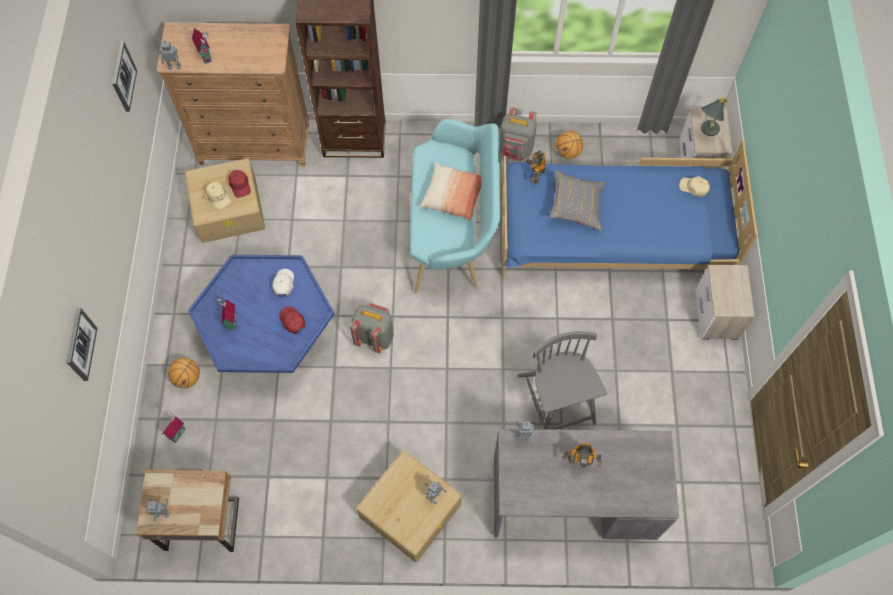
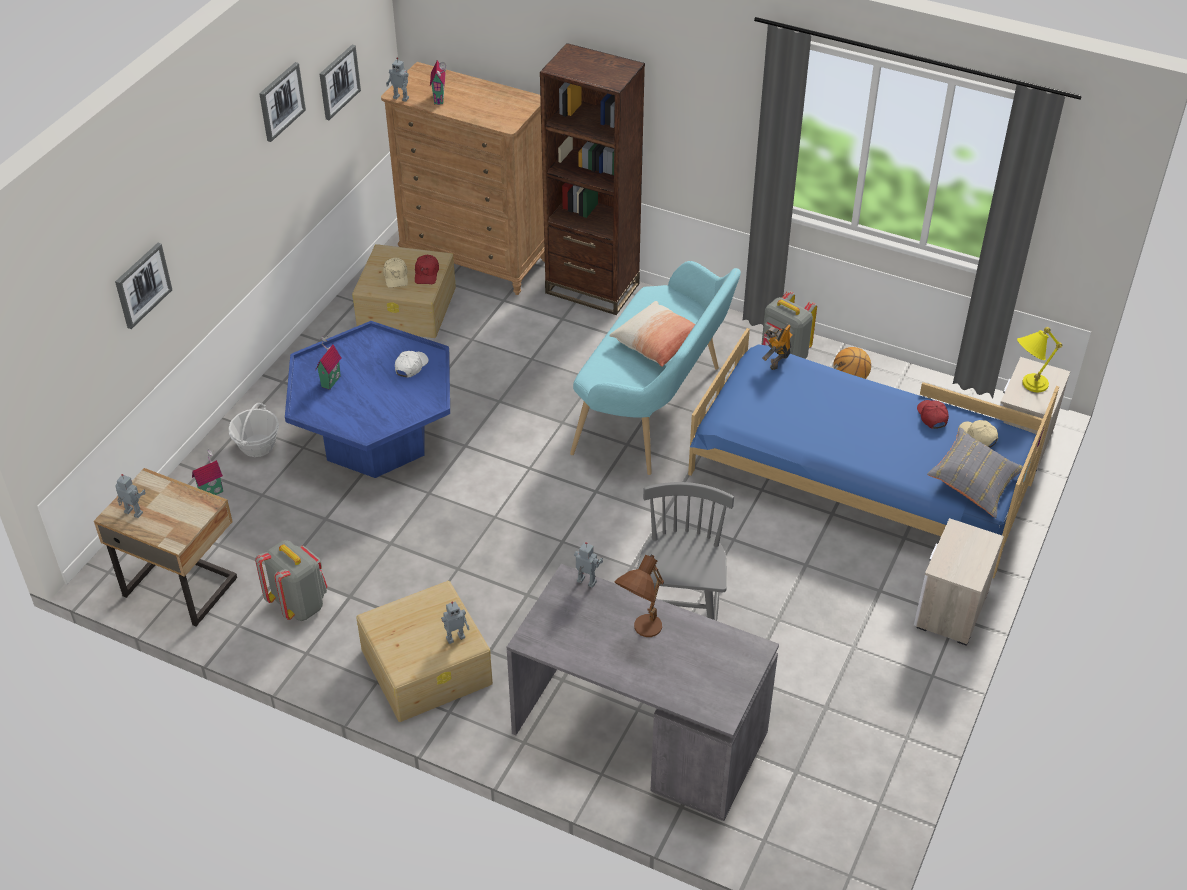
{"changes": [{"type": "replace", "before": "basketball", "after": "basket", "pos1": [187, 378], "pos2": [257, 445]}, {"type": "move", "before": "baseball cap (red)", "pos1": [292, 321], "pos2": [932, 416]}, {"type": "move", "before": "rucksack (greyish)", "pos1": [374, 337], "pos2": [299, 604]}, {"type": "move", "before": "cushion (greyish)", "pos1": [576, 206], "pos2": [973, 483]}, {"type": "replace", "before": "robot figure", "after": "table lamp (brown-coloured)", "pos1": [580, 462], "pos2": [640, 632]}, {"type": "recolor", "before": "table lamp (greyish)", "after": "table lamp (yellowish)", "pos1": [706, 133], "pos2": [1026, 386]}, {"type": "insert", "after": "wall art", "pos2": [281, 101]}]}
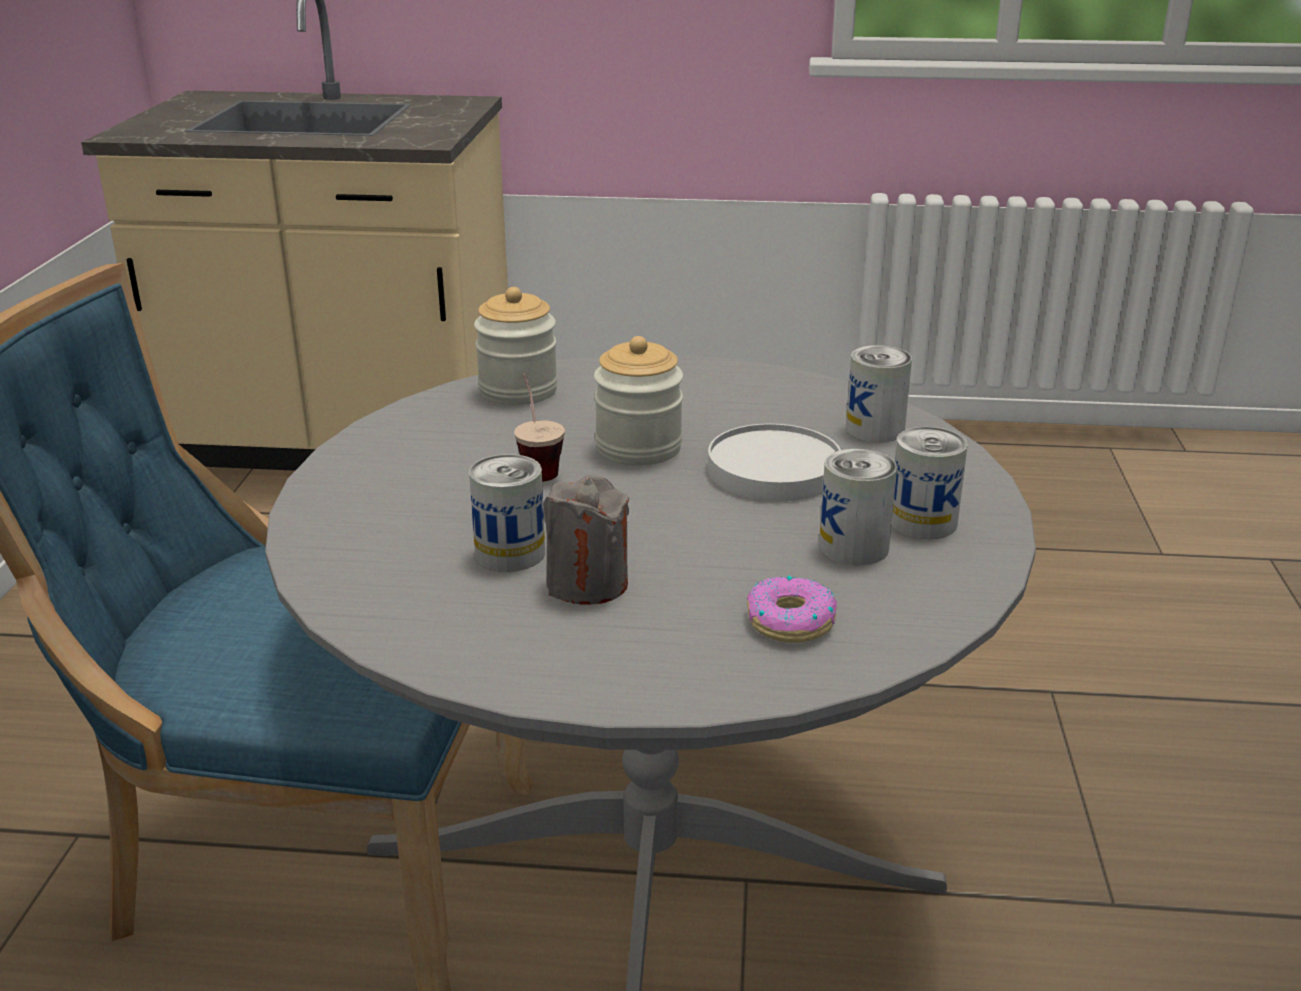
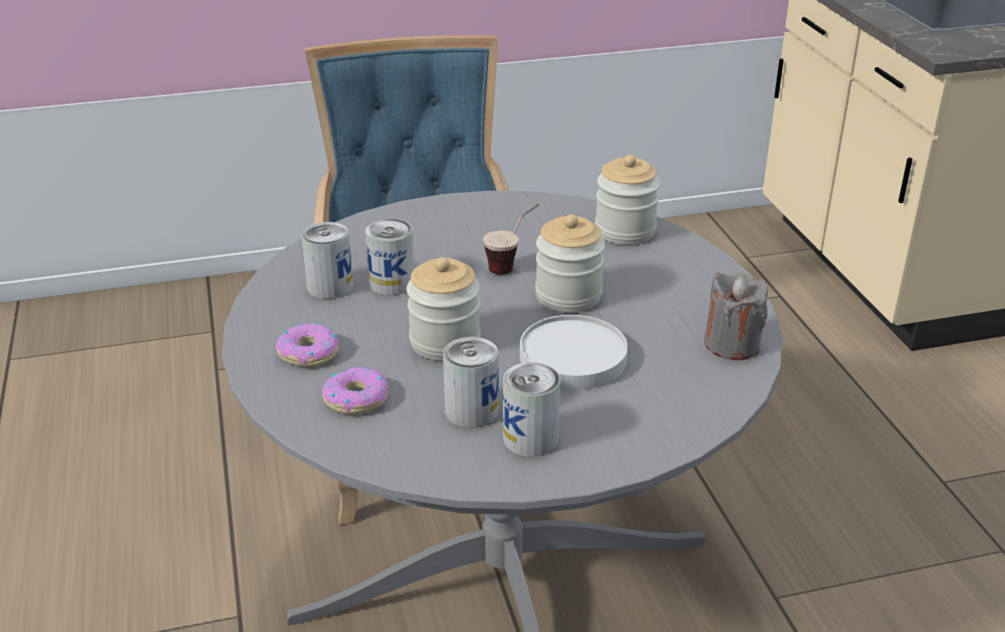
{"changes": [{"type": "move", "before": "wax light (greyish)", "pos1": [587, 584], "pos2": [731, 344]}, {"type": "move", "before": "metal can", "pos1": [875, 429], "pos2": [330, 286]}, {"type": "insert", "after": "ring doughnut", "pos2": [308, 353]}, {"type": "insert", "after": "preserve jar", "pos2": [445, 342]}]}
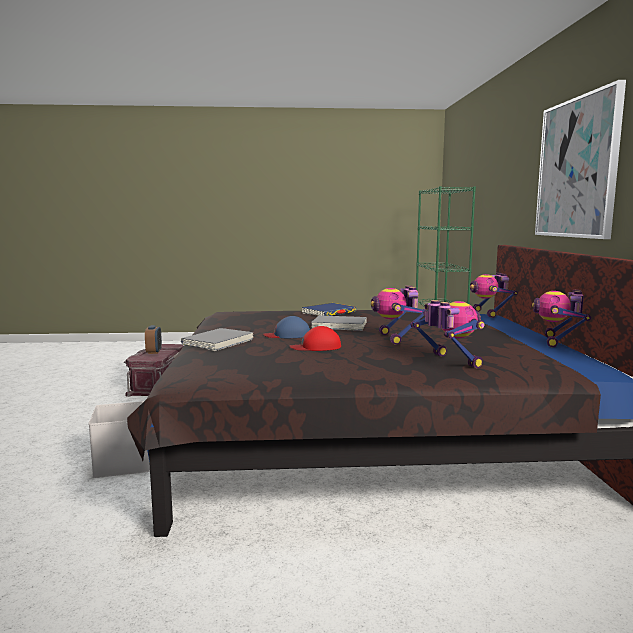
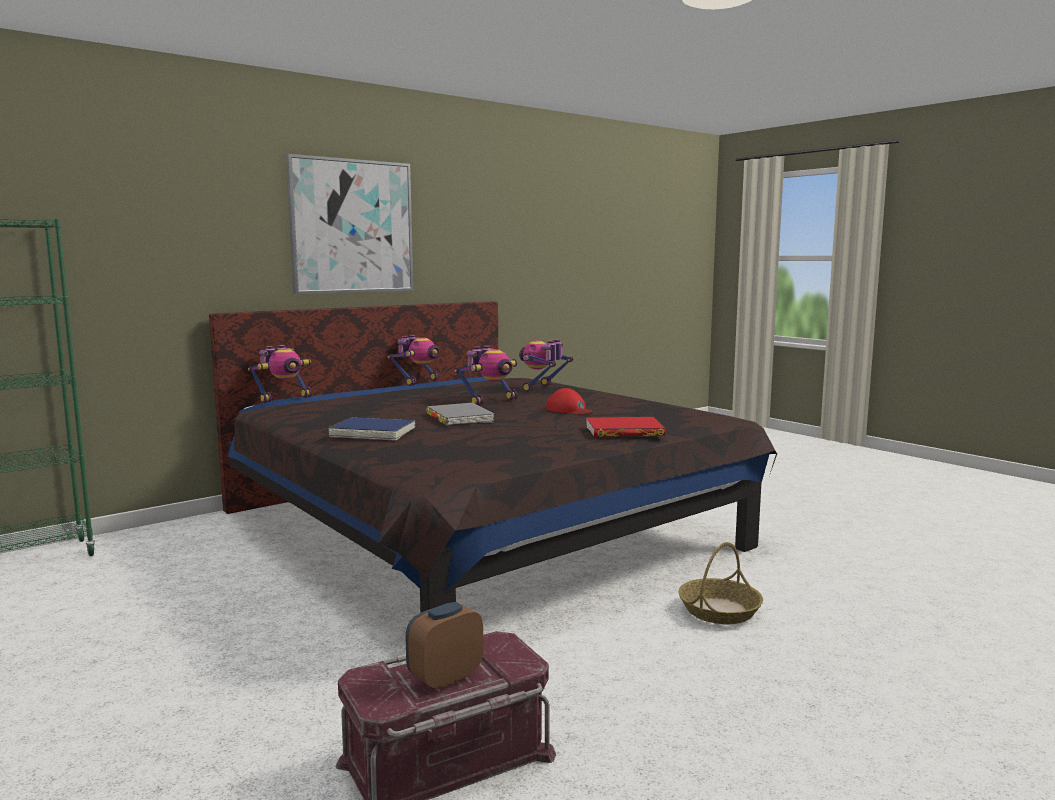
{"changes": [{"type": "replace", "before": "storage bin (white-coloured)", "after": "basket", "pos1": [123, 462], "pos2": [719, 611]}, {"type": "recolor", "before": "book (greyish)", "after": "book (red)", "pos1": [218, 342], "pos2": [624, 431]}, {"type": "delete", "before": "baseball cap (bluish)", "pos1": [288, 335]}, {"type": "rotate", "before": "robot figure", "pos1": [558, 342], "pos2": [418, 382], "turn": -45}]}
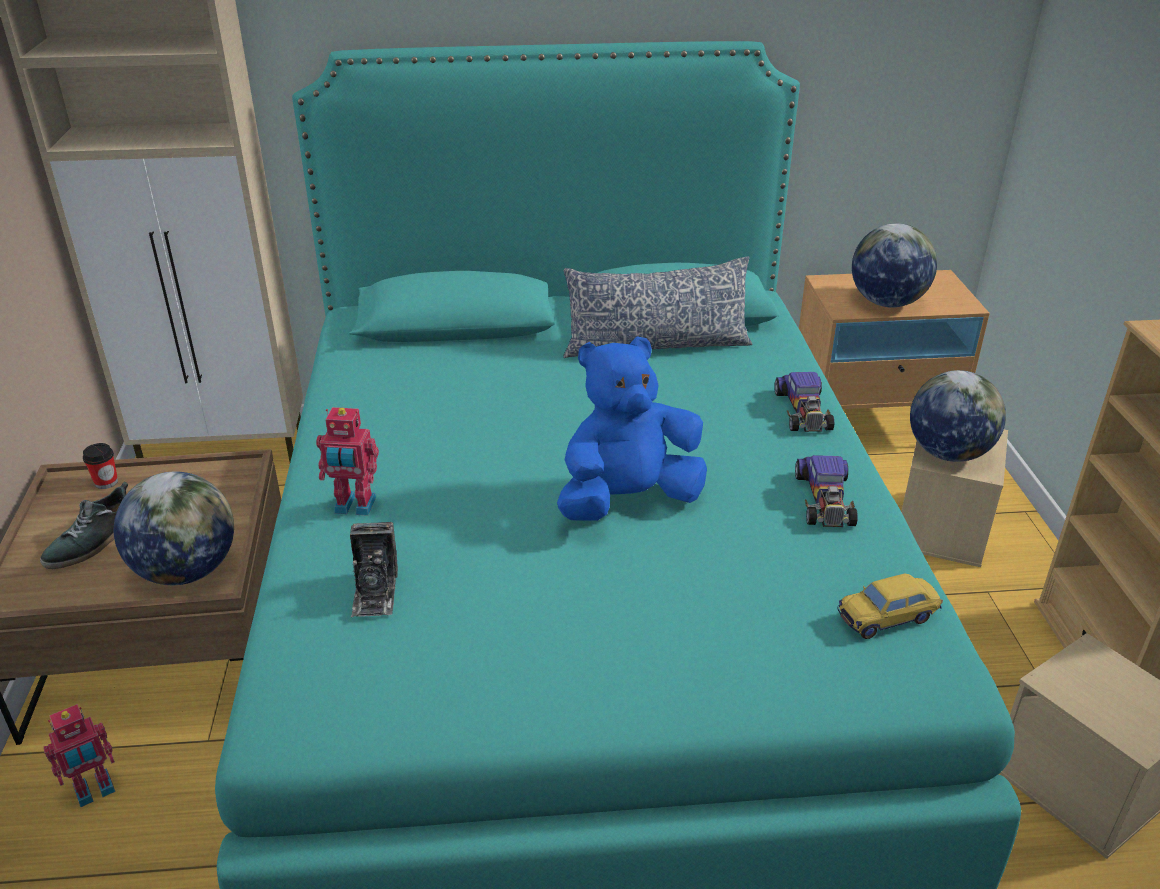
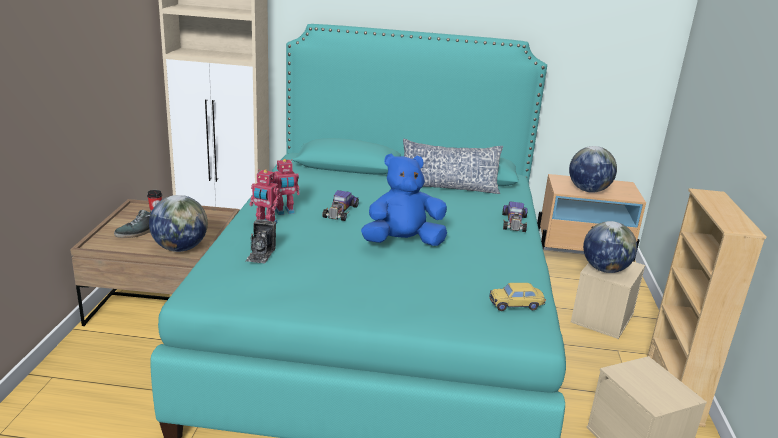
{"changes": [{"type": "move", "before": "robot figure", "pos1": [95, 791], "pos2": [285, 212]}, {"type": "move", "before": "miniature car", "pos1": [825, 499], "pos2": [340, 211]}]}
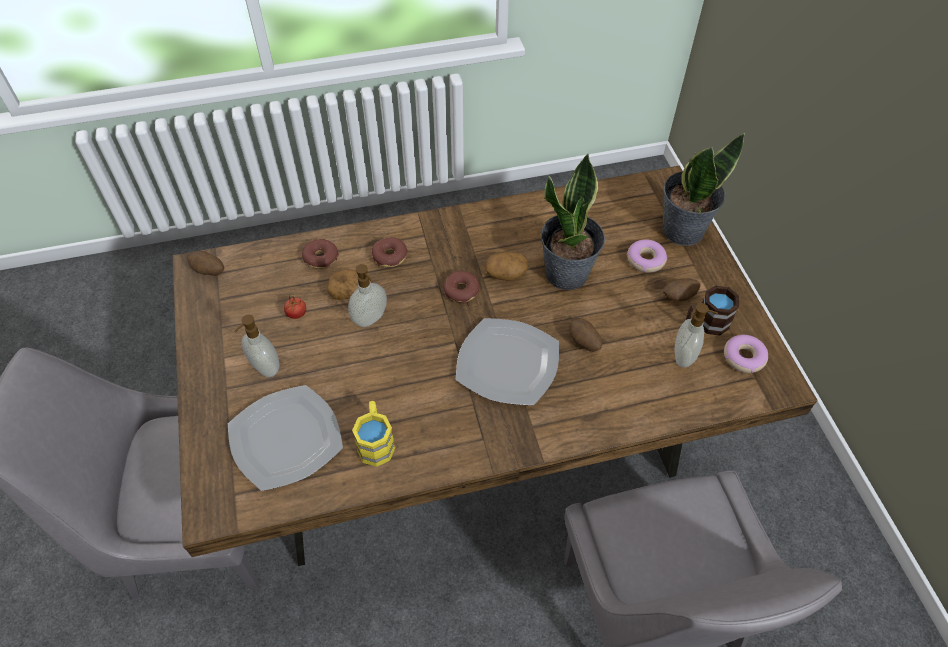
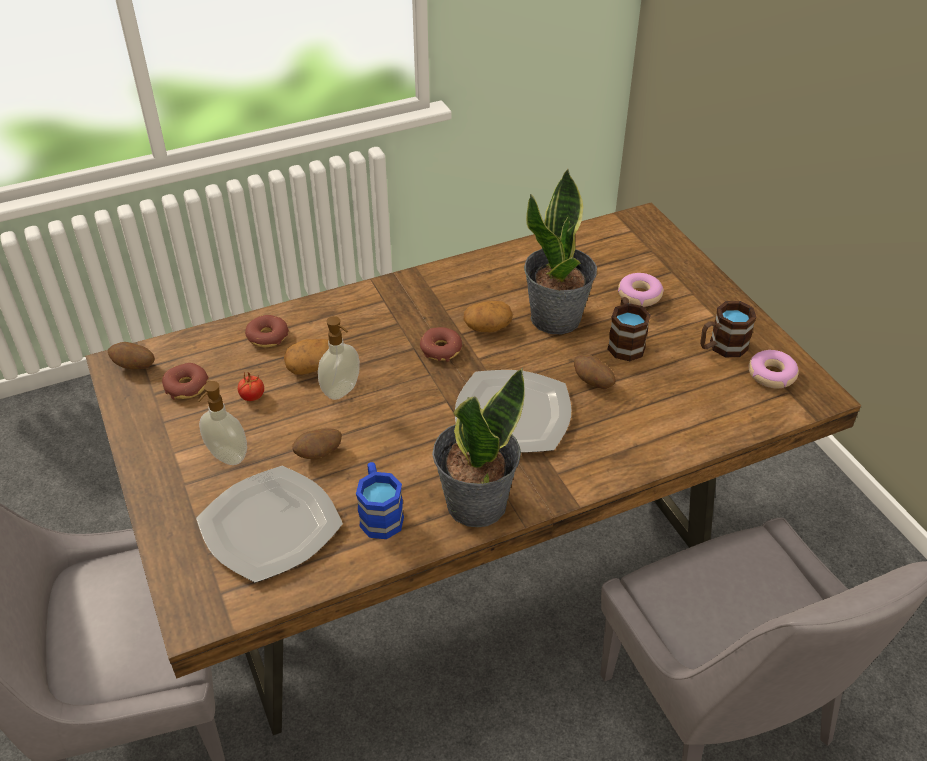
{"changes": [{"type": "recolor", "before": "coffee mug (yellowish)", "after": "coffee mug (bluish)", "pos1": [376, 441], "pos2": [379, 513]}, {"type": "move", "before": "ring doughnut", "pos1": [390, 256], "pos2": [186, 386]}, {"type": "move", "before": "plant in a pot", "pos1": [682, 229], "pos2": [475, 503]}, {"type": "move", "before": "whole potato", "pos1": [679, 297], "pos2": [319, 454]}, {"type": "delete", "before": "soap dispenser", "pos1": [684, 356]}, {"type": "insert", "after": "coffee mug (brown-coloured)", "pos2": [624, 342]}]}
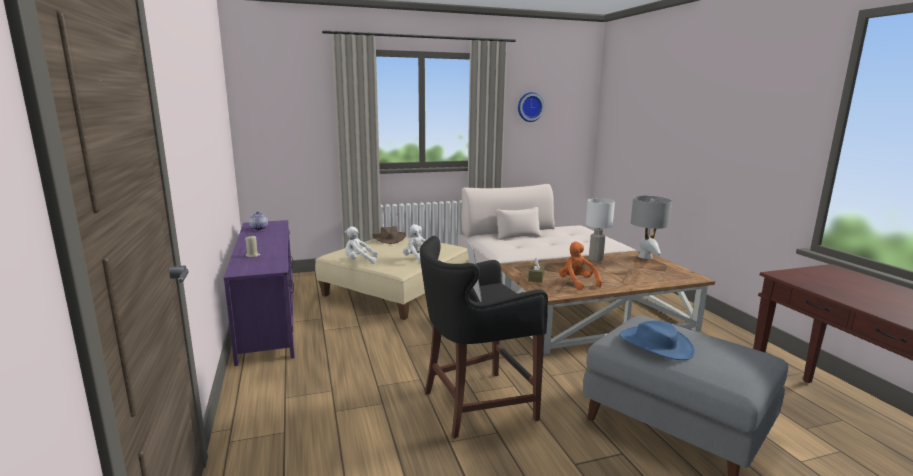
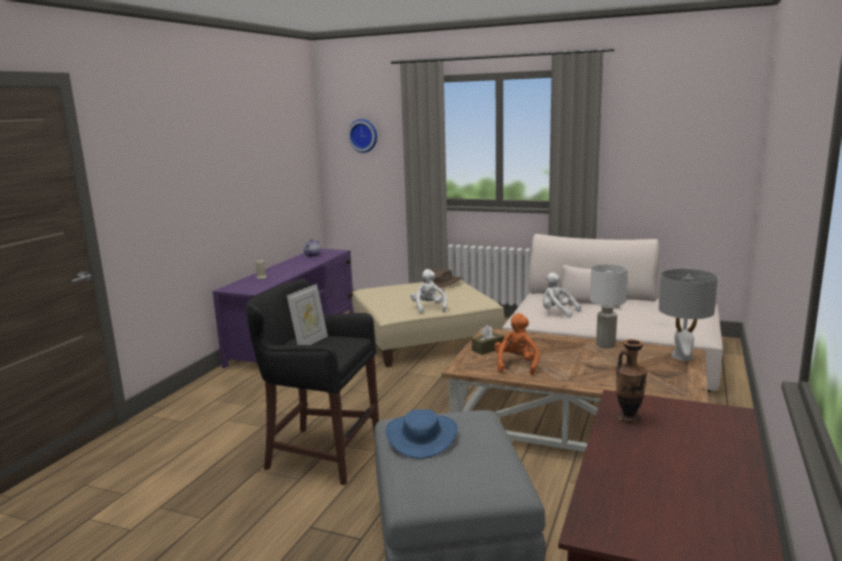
{"changes": [{"type": "move", "before": "soft toy (white-coloured)", "pos1": [359, 261], "pos2": [557, 312]}, {"type": "move", "before": "hanging clock", "pos1": [529, 107], "pos2": [363, 135]}, {"type": "insert", "after": "decorative vase", "pos2": [628, 418]}]}
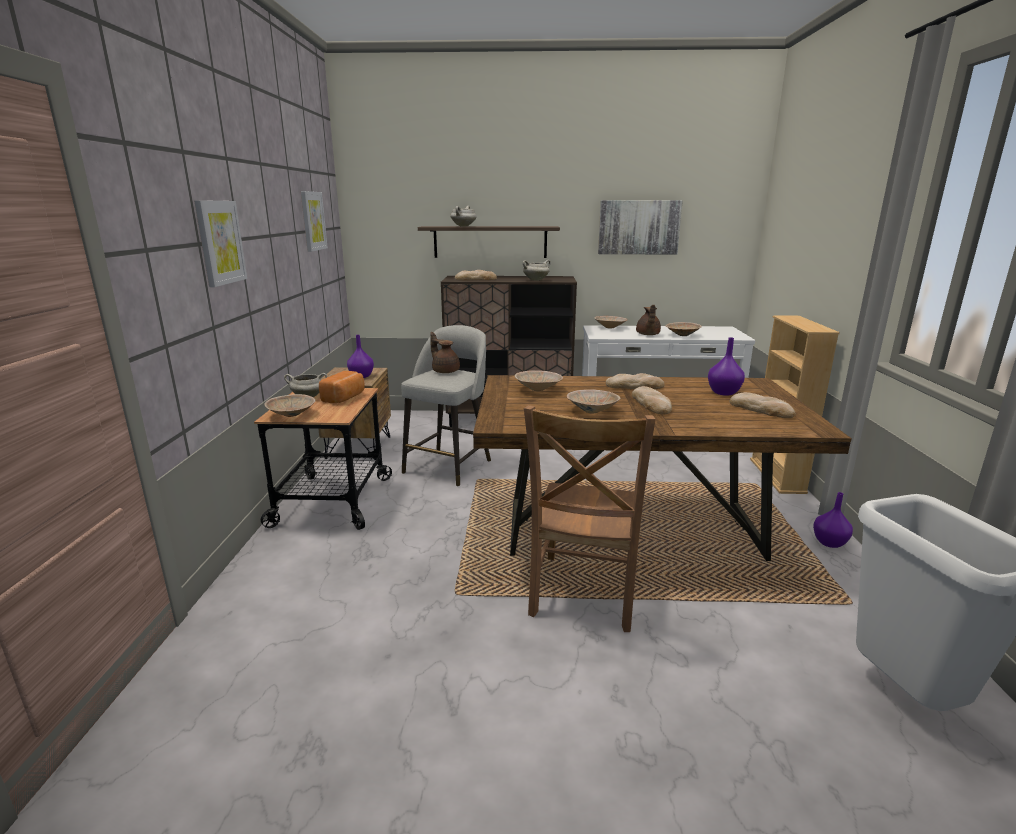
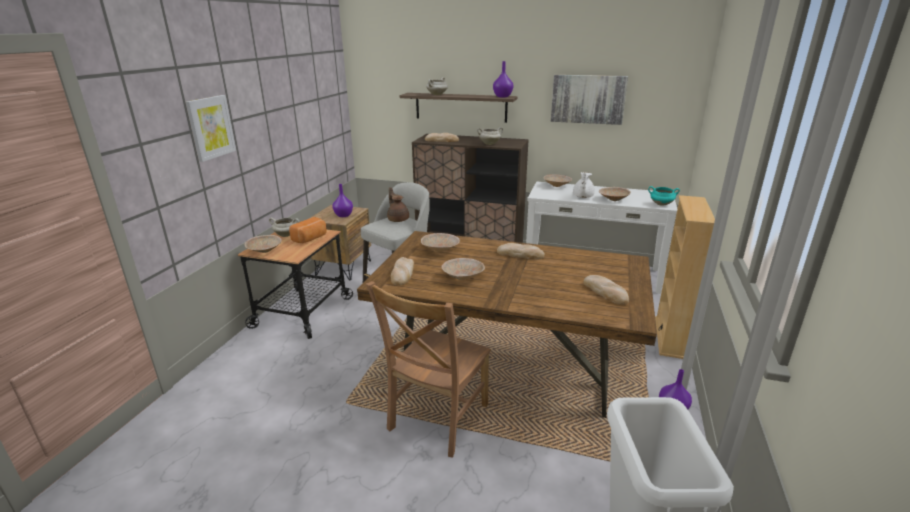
{"changes": [{"type": "delete", "before": "wall art", "pos1": [312, 221]}, {"type": "move", "before": "baked bread", "pos1": [651, 404], "pos2": [402, 273]}, {"type": "recolor", "before": "teapot (brown-coloured)", "after": "teapot (white-coloured)", "pos1": [647, 334], "pos2": [582, 196]}, {"type": "move", "before": "decorative vase (purplish)", "pos1": [724, 393], "pos2": [502, 96]}, {"type": "insert", "after": "stockpot (blue-green)", "pos2": [661, 204]}]}
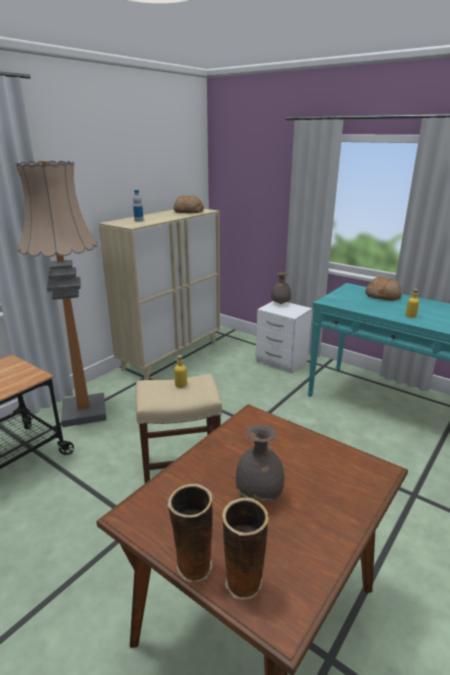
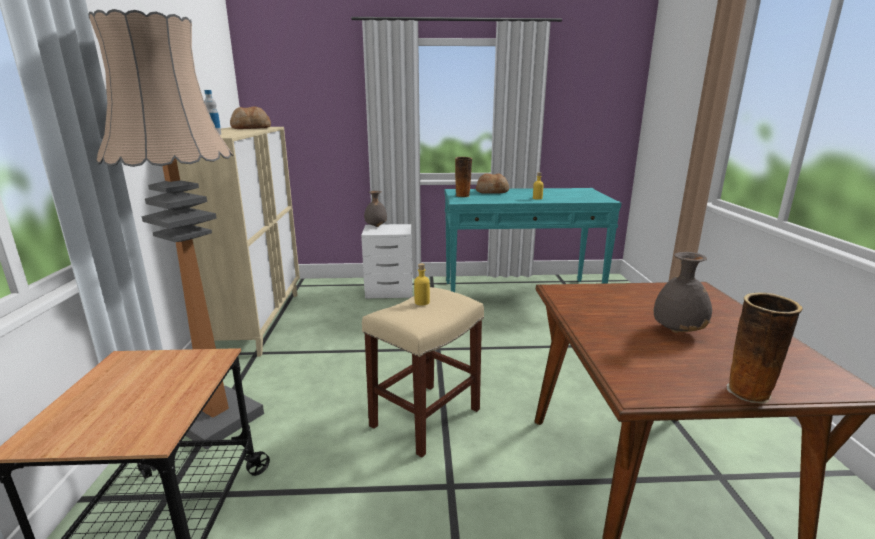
{"changes": [{"type": "move", "before": "decorative vase", "pos1": [243, 584], "pos2": [463, 196]}]}
